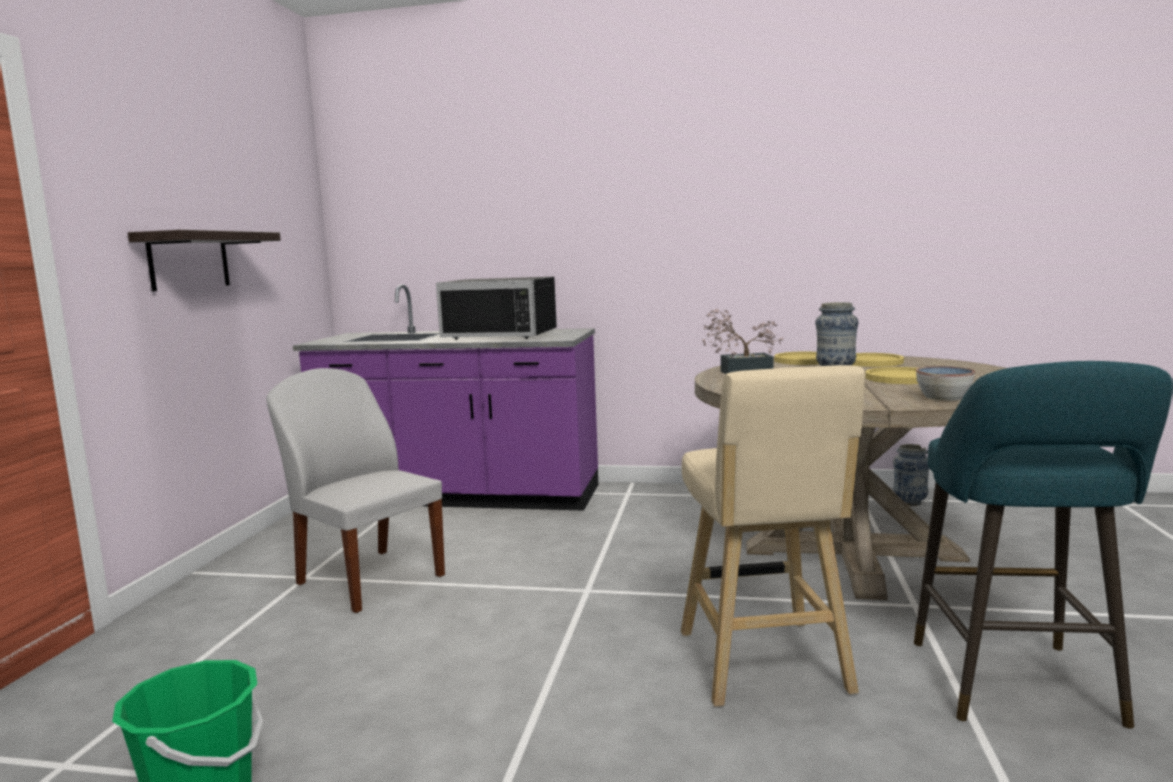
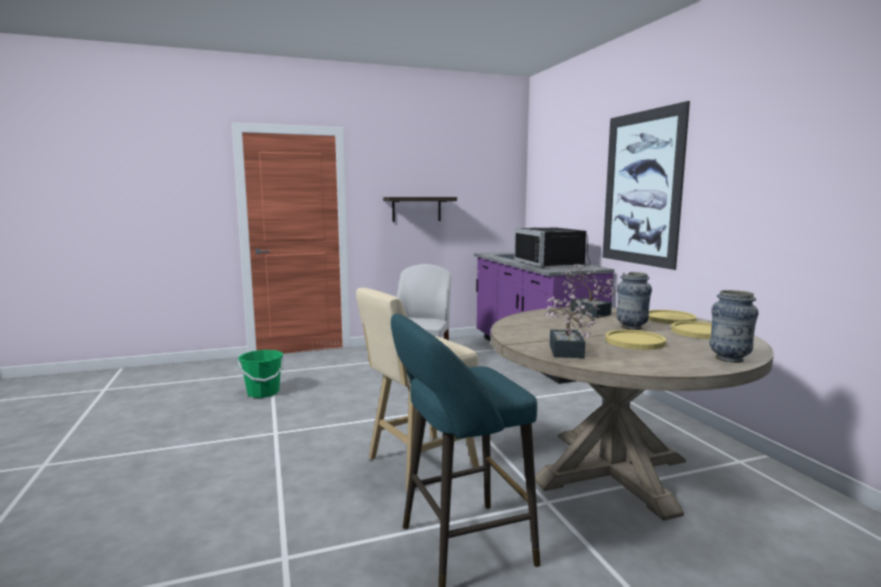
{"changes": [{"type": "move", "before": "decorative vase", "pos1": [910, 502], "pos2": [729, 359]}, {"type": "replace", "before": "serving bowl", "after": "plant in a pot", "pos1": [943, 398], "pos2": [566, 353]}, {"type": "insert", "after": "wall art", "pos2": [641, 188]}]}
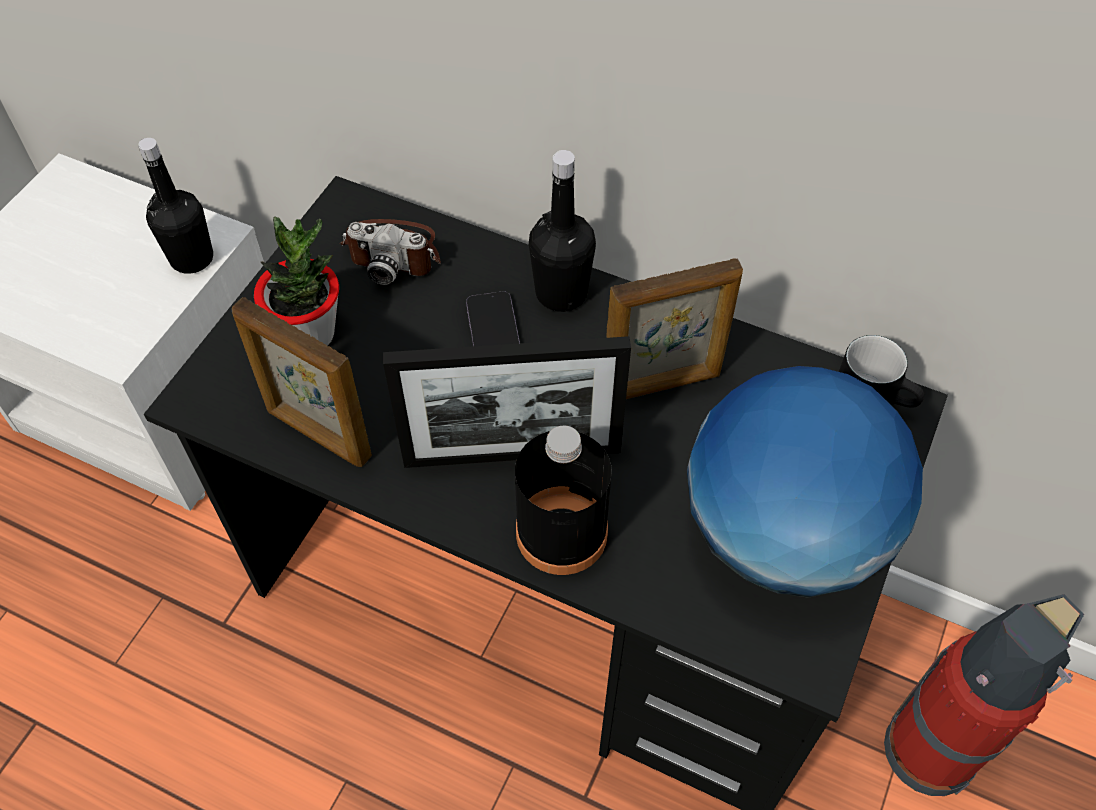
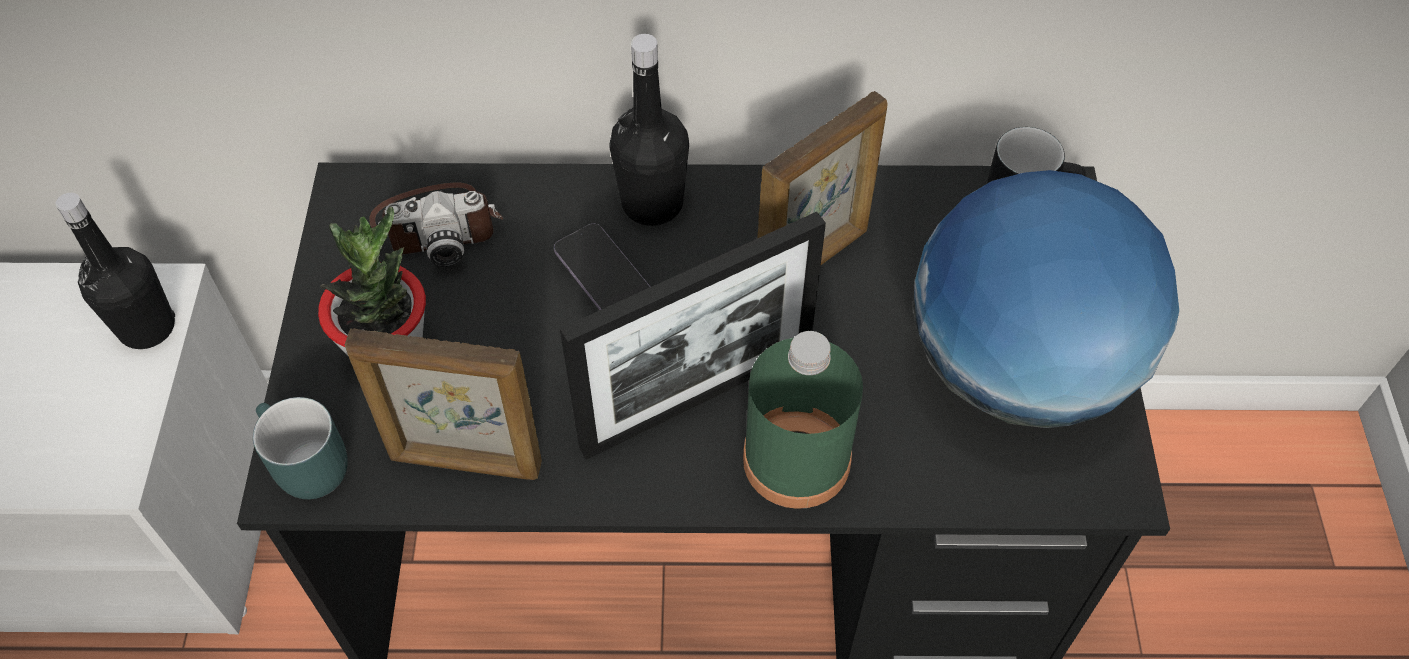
{"changes": [{"type": "recolor", "before": "drink bottle (blackish)", "after": "drink bottle (green)", "pos1": [561, 533], "pos2": [796, 459]}, {"type": "delete", "before": "fire-fighting cylinder", "pos1": [933, 748]}, {"type": "insert", "after": "coffee mug (blue-green)", "pos2": [302, 467]}]}
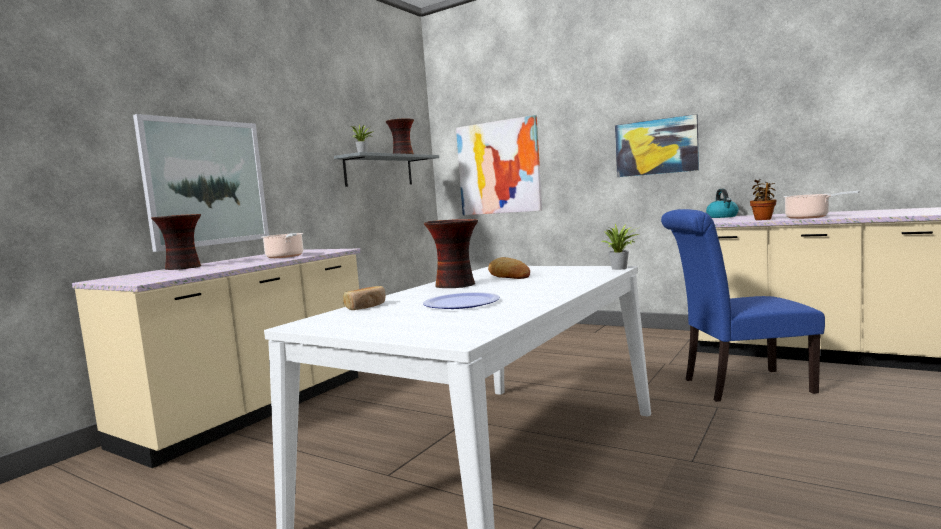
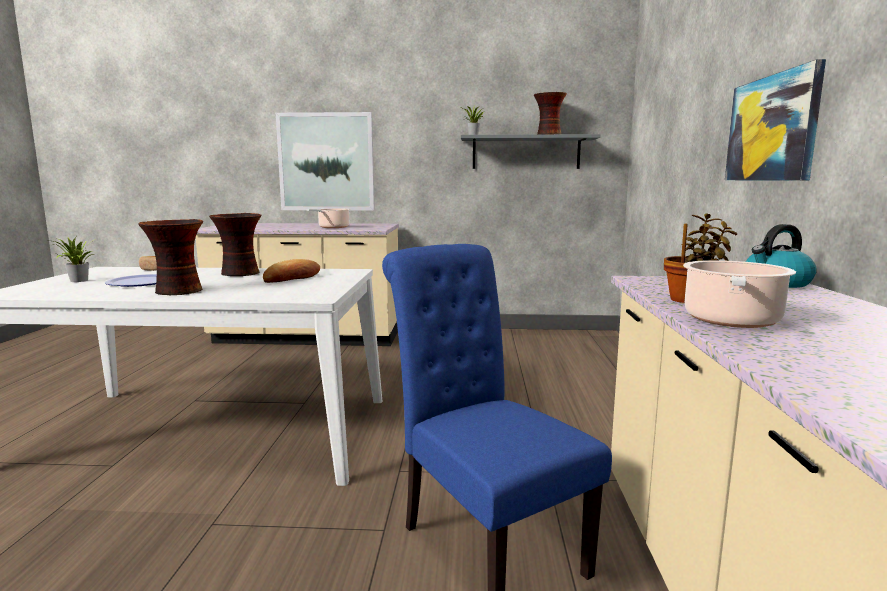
{"changes": [{"type": "move", "before": "decorative vase", "pos1": [184, 268], "pos2": [178, 291]}, {"type": "delete", "before": "wall art", "pos1": [498, 167]}, {"type": "move", "before": "plant in a pot", "pos1": [621, 268], "pos2": [77, 281]}]}
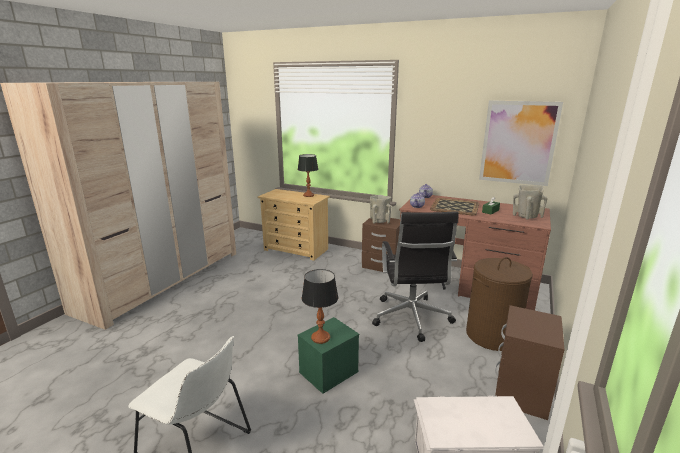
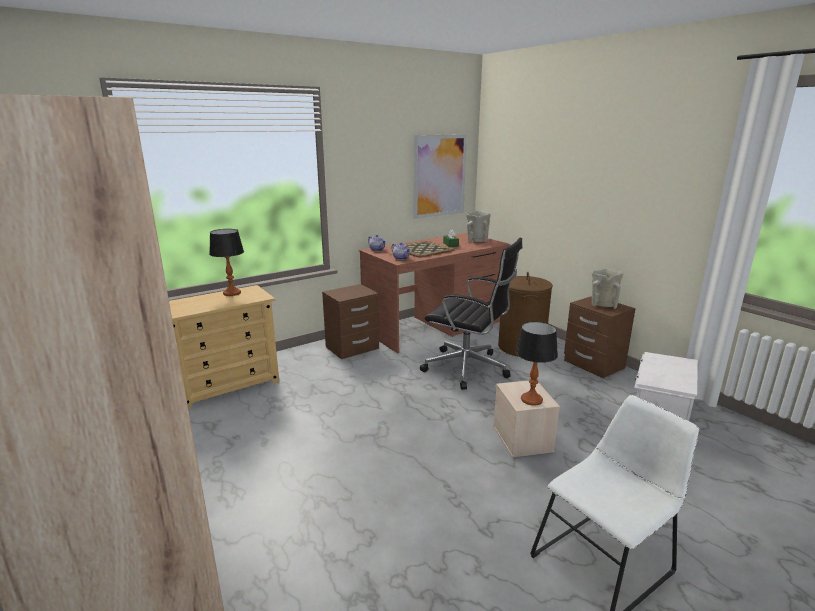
{"changes": [{"type": "recolor", "before": "storage bin (green)", "after": "storage bin (beige-coloured)", "pos1": [328, 372], "pos2": [523, 439]}, {"type": "move", "before": "decorative vase (beige-coloured)", "pos1": [379, 221], "pos2": [603, 304]}]}
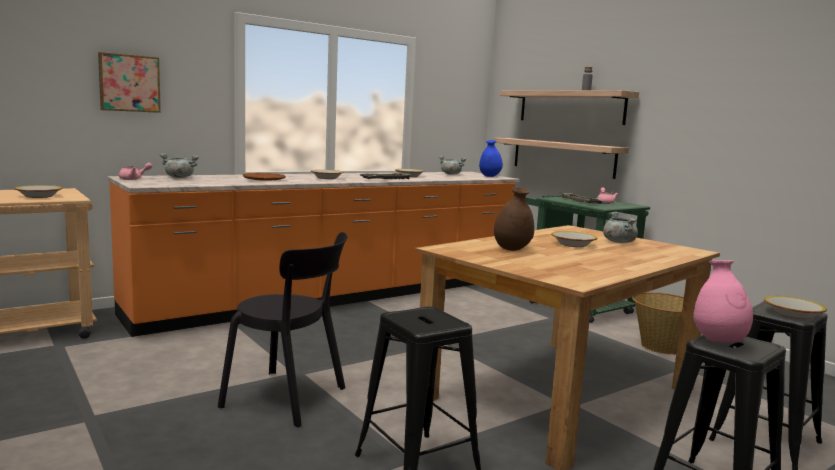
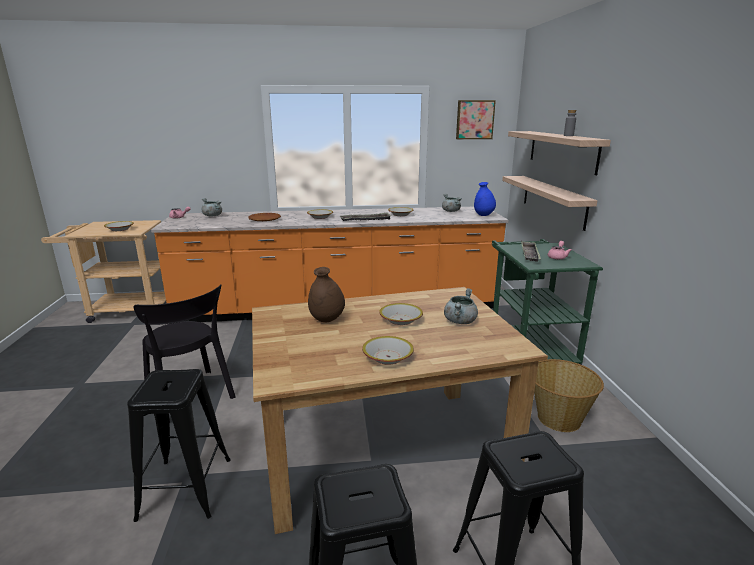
{"changes": [{"type": "move", "before": "wall art", "pos1": [129, 83], "pos2": [474, 119]}, {"type": "delete", "before": "decorative vase (pinkish)", "pos1": [718, 342]}, {"type": "move", "before": "serving bowl", "pos1": [793, 314], "pos2": [388, 357]}]}
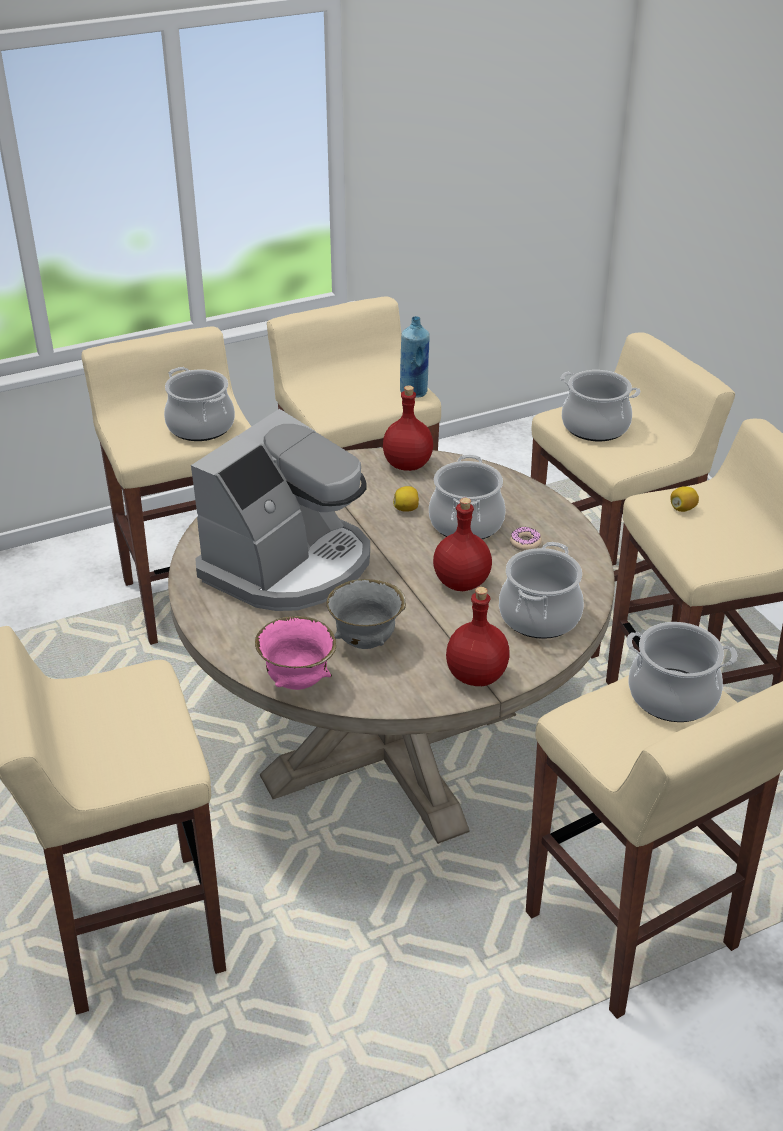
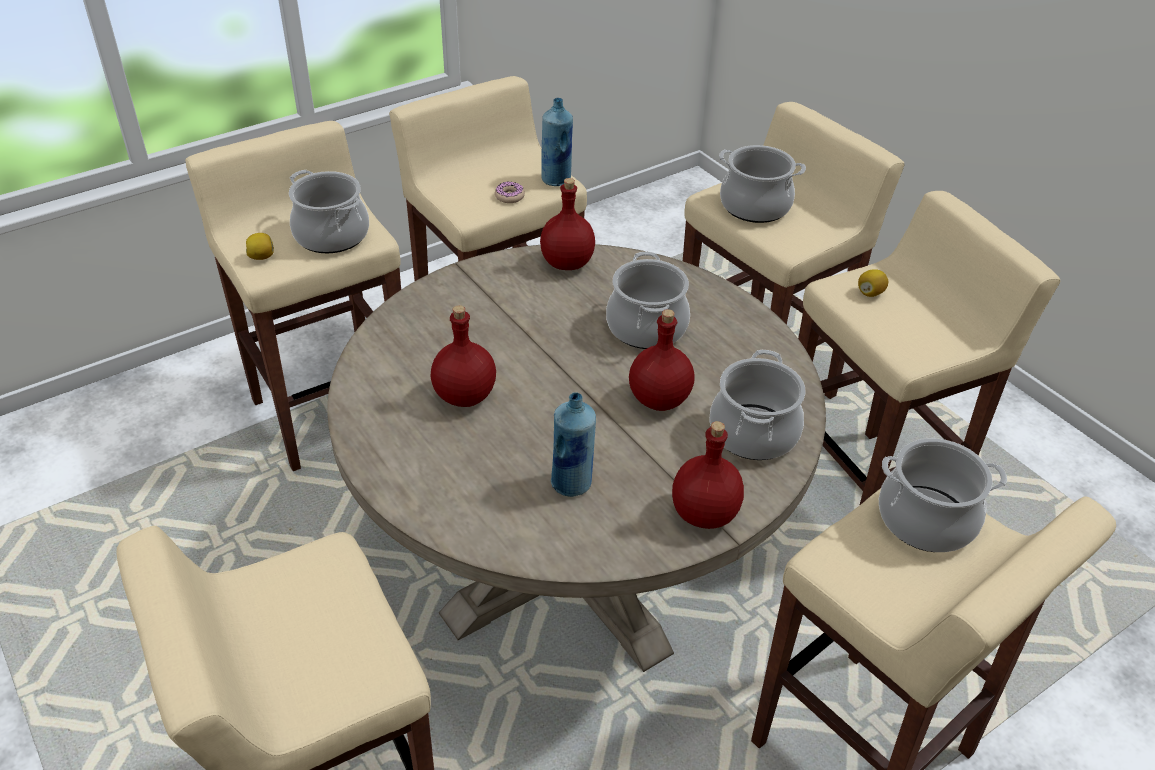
{"changes": [{"type": "replace", "before": "coffee brewer", "after": "drink bottle (red)", "pos1": [289, 565], "pos2": [464, 395]}, {"type": "delete", "before": "serving bowl (pinkish)", "pos1": [297, 682]}, {"type": "replace", "before": "serving bowl (greyish)", "after": "drink bottle (bluish)", "pos1": [366, 642], "pos2": [572, 484]}, {"type": "move", "before": "citrus fruit", "pos1": [406, 509], "pos2": [262, 257]}, {"type": "move", "before": "ring doughnut", "pos1": [525, 543], "pos2": [509, 196]}]}
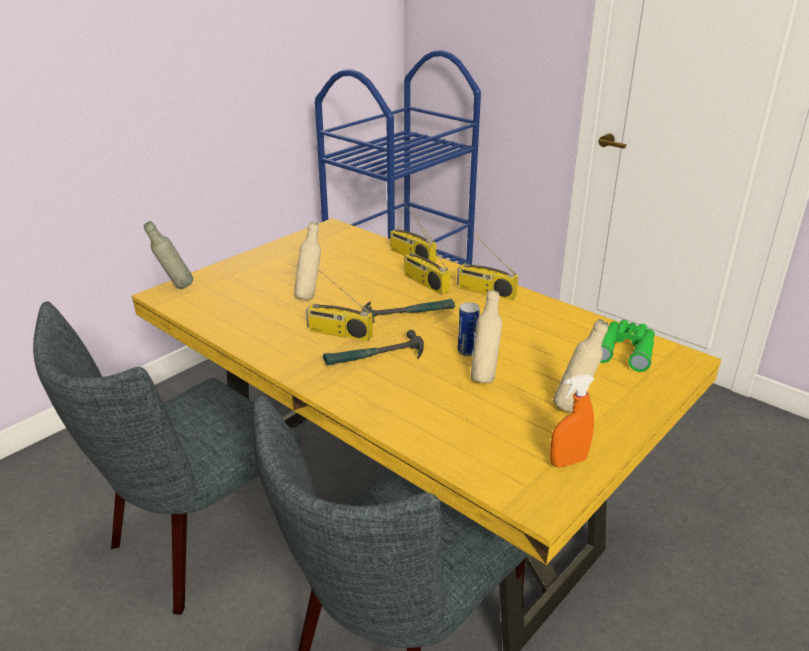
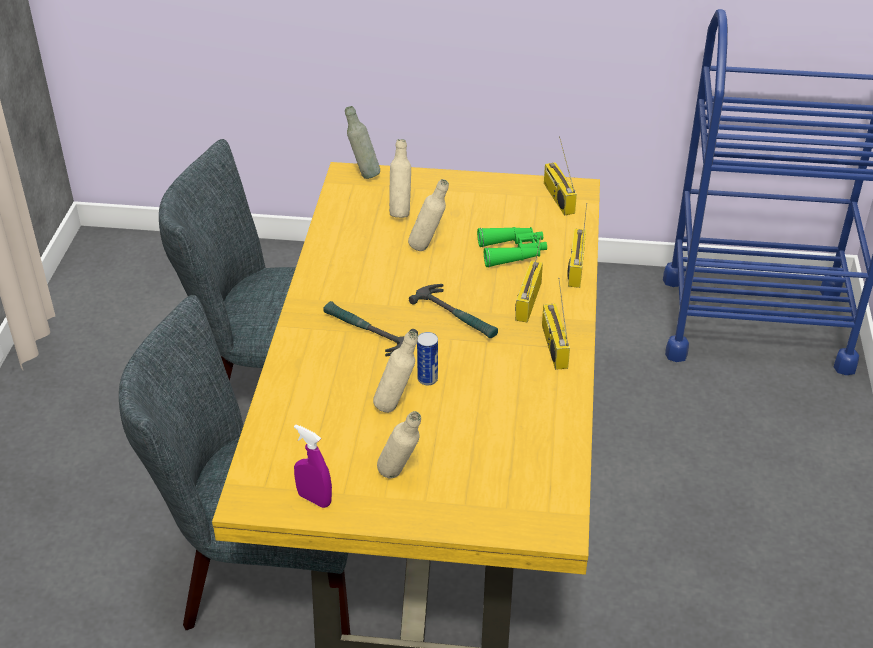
{"changes": [{"type": "move", "before": "radio receiver", "pos1": [339, 333], "pos2": [557, 197]}, {"type": "recolor", "before": "sprayer (orange-coloured)", "after": "sprayer (purplish)", "pos1": [568, 461], "pos2": [314, 499]}, {"type": "move", "before": "field glasses (green)", "pos1": [625, 350], "pos2": [512, 252]}, {"type": "insert", "after": "drink bottle (beige-coloured)", "pos2": [400, 212]}]}
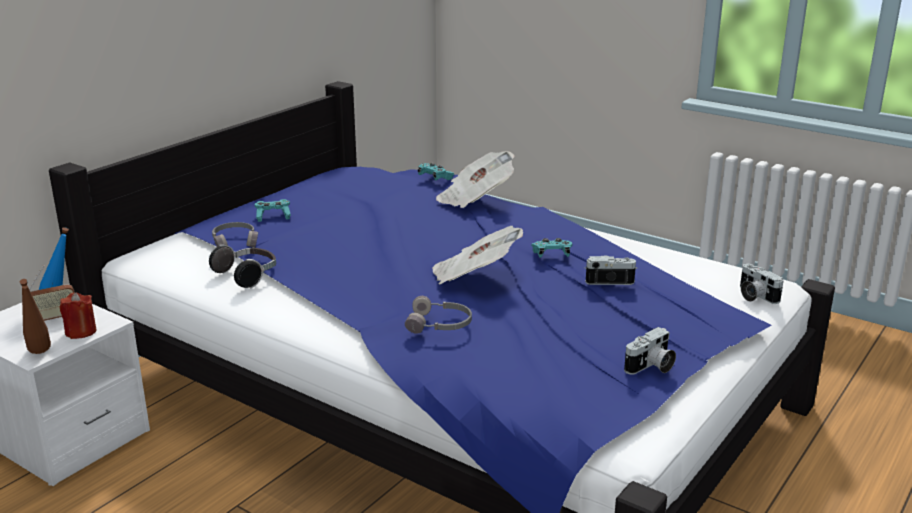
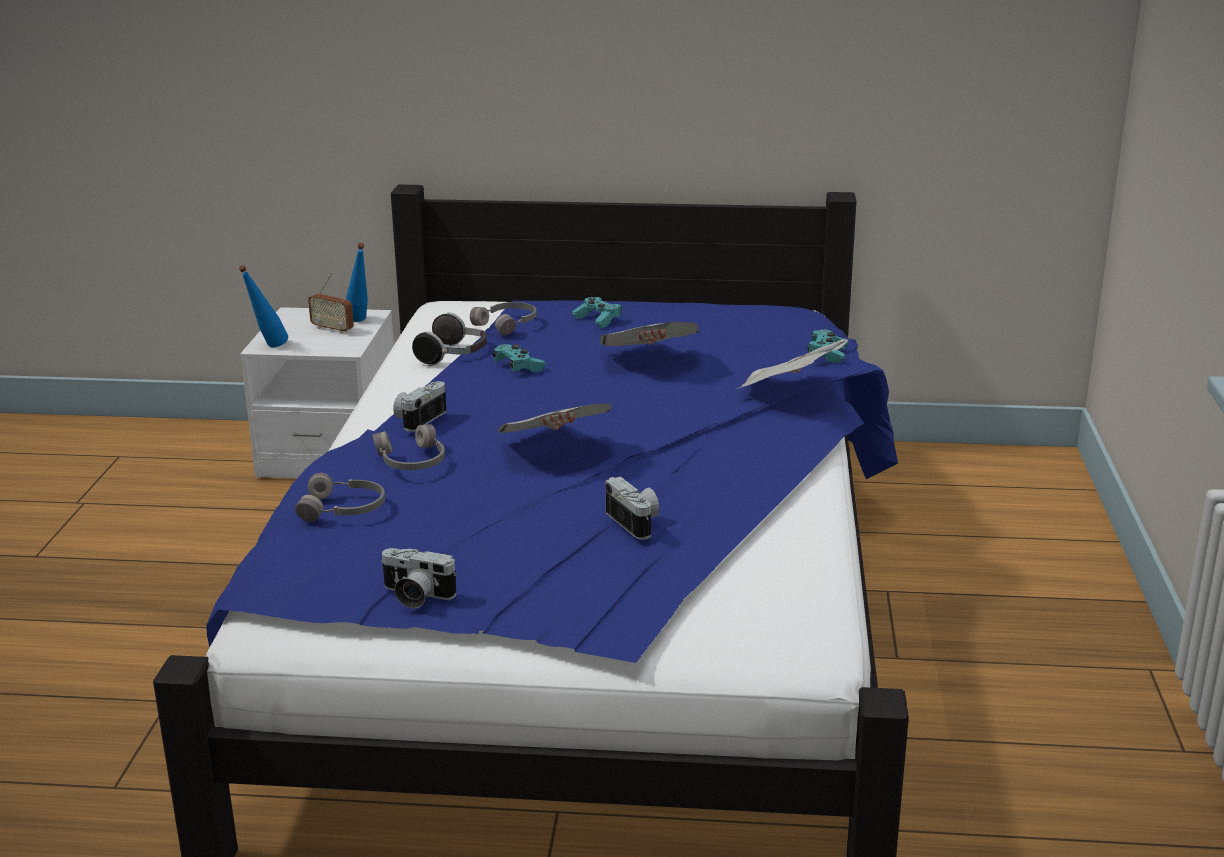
{"changes": [{"type": "recolor", "before": "drink bottle (brown-coloured)", "after": "drink bottle (bluish)", "pos1": [40, 355], "pos2": [268, 347]}, {"type": "delete", "before": "wax light (red)", "pos1": [81, 332]}, {"type": "move", "before": "gamepad (blue-green)", "pos1": [551, 255], "pos2": [518, 367]}, {"type": "move", "before": "still camera", "pos1": [754, 296], "pos2": [419, 419]}, {"type": "insert", "after": "headset (greyish)", "pos2": [343, 509]}, {"type": "insert", "after": "newspaper", "pos2": [648, 361]}]}
